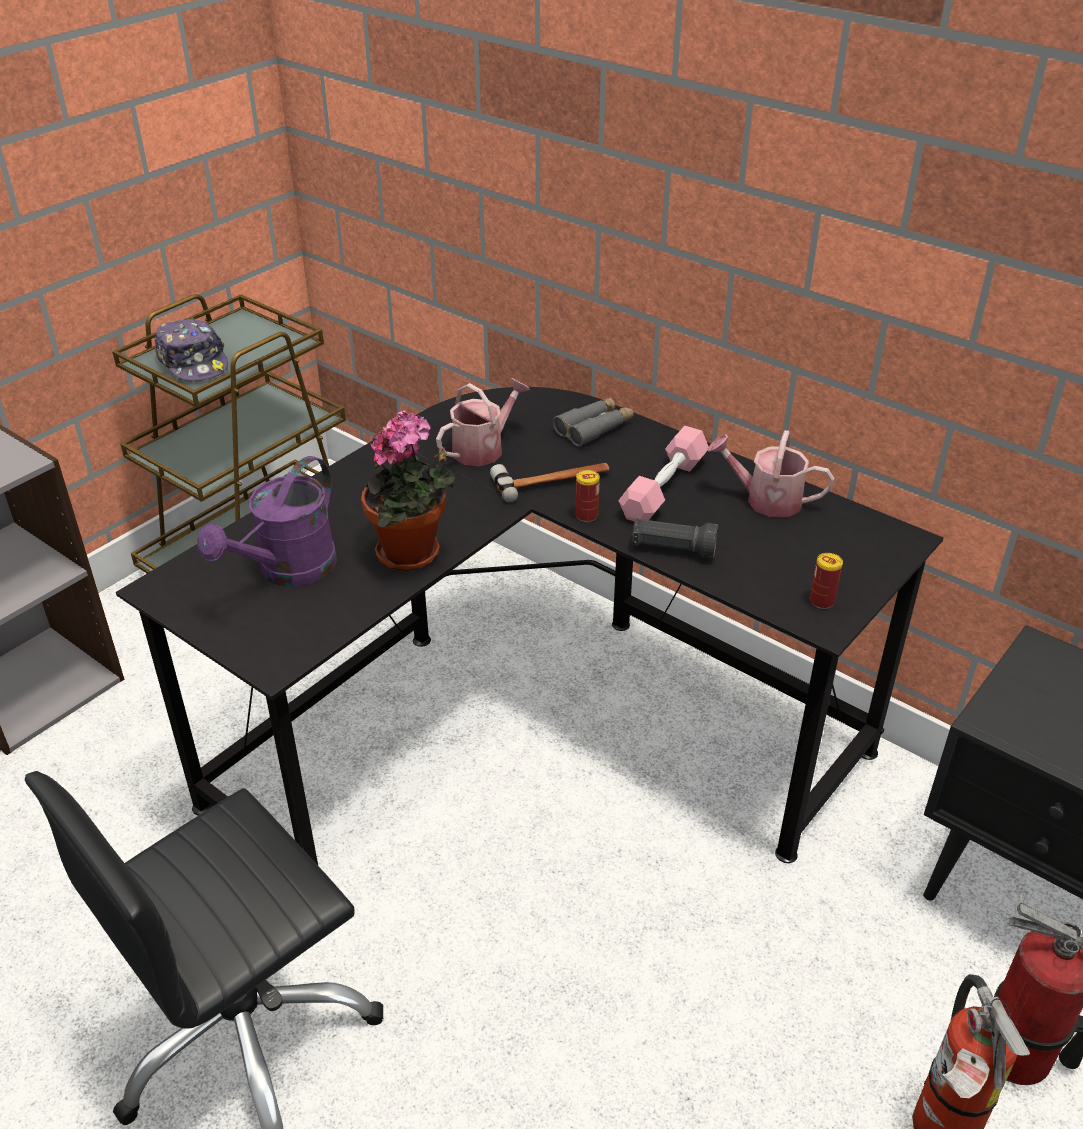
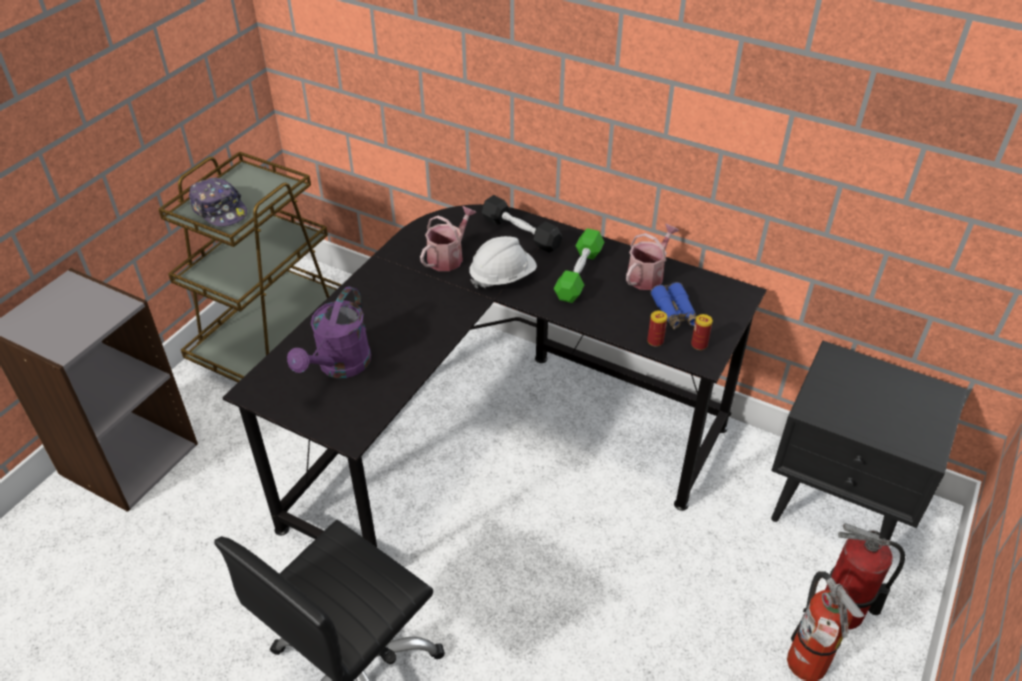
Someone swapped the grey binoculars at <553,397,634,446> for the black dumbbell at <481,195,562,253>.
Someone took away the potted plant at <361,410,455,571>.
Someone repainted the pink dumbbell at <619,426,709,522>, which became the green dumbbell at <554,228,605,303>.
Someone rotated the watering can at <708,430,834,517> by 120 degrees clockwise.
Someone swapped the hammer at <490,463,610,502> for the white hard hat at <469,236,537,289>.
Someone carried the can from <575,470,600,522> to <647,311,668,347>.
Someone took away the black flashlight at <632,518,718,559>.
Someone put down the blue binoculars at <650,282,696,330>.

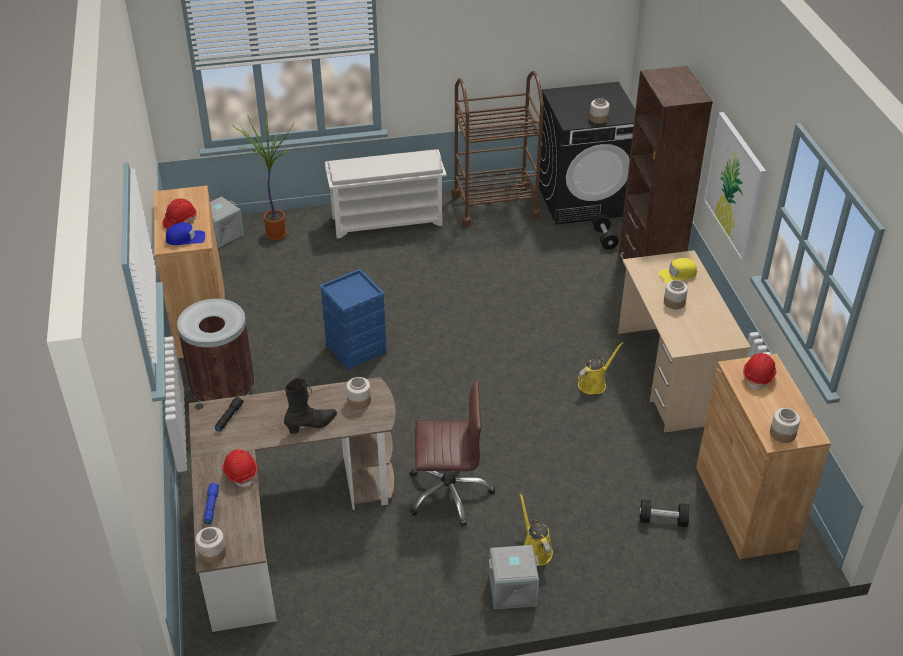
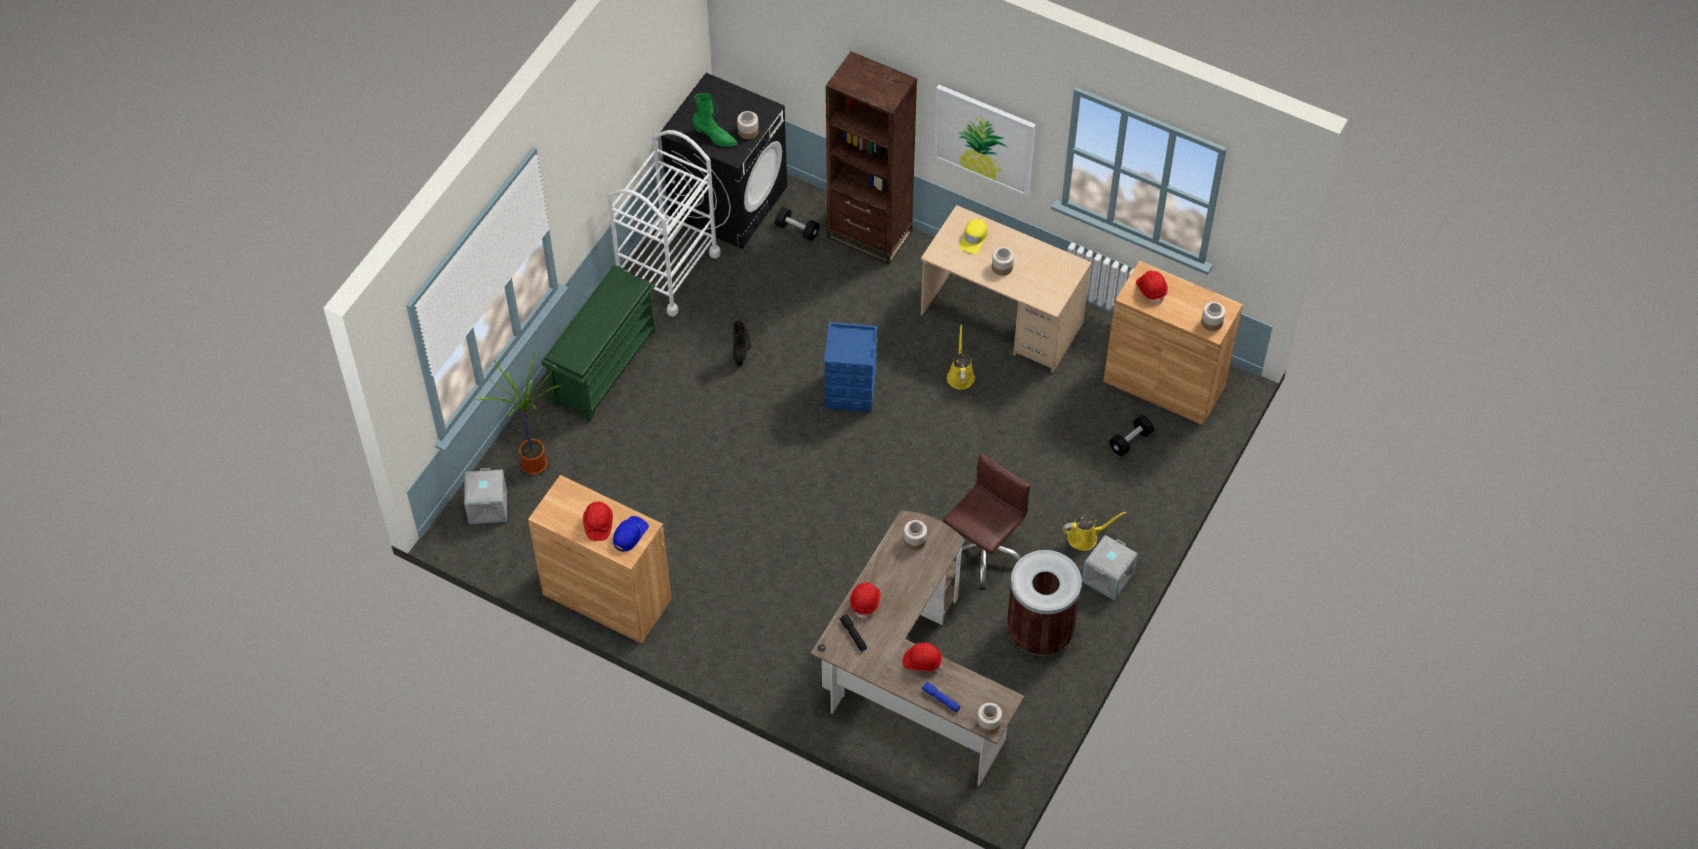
Someone repainted the brown cart at <452,71,544,227>, which became the white cart at <607,130,721,317>.
Someone repainted the white shoe rack at <325,149,447,238>, which became the green shoe rack at <541,264,655,422>.
Someone carried the blue storage box from <320,269,387,370> to <824,322,877,412>.
Someone carried the brown trash can from <177,299,255,401> to <1006,550,1082,655>.
Someone carried the black boot from <284,378,337,434> to <732,320,751,366>.
Someone rotated the yellow watering can at <519,493,553,566> by 150 degrees clockwise.
Someone put down the green boot at <693,93,737,147>.
Someone put down the red hard hat at <850,582,881,619>.

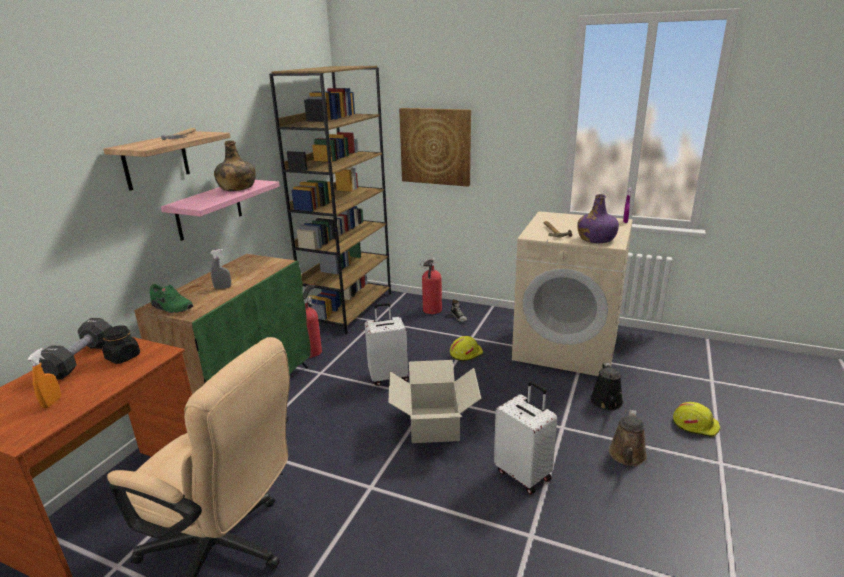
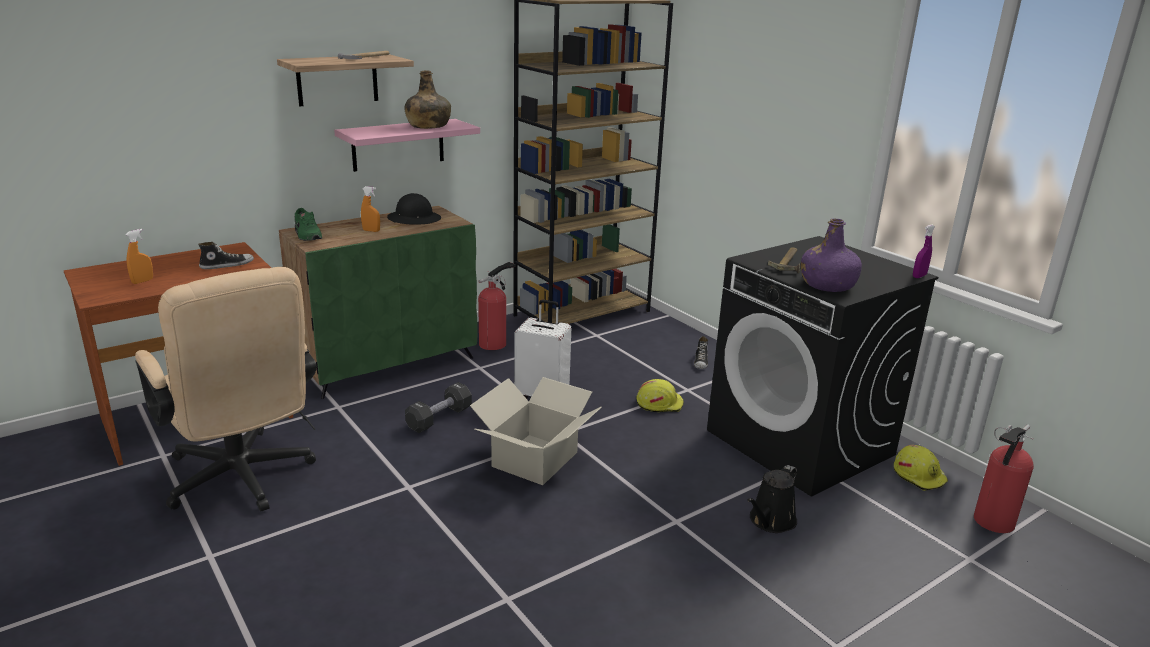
Someone took away the picture at <399,108,471,187>.
Someone repainted the beige washing machine at <512,211,633,376>, which became the black washing machine at <707,236,938,497>.
Someone repainted the grey spray bottle at <210,249,231,289>, which became the orange spray bottle at <361,186,380,232>.
Someone carried the fire extinguisher from <420,258,442,314> to <974,425,1034,533>.
Someone carried the black dumbbell from <39,318,112,380> to <405,382,472,433>.
Someone swapped the black jar at <102,325,140,364> for the shoe at <198,242,254,269>.
Someone took away the white suitcase at <494,382,557,494>.
Someone carried the yellow hard hat from <673,402,720,437> to <894,445,948,491>.
Someone took away the brown watering can at <609,410,647,466>.
Someone put down the black hard hat at <387,193,441,225>.

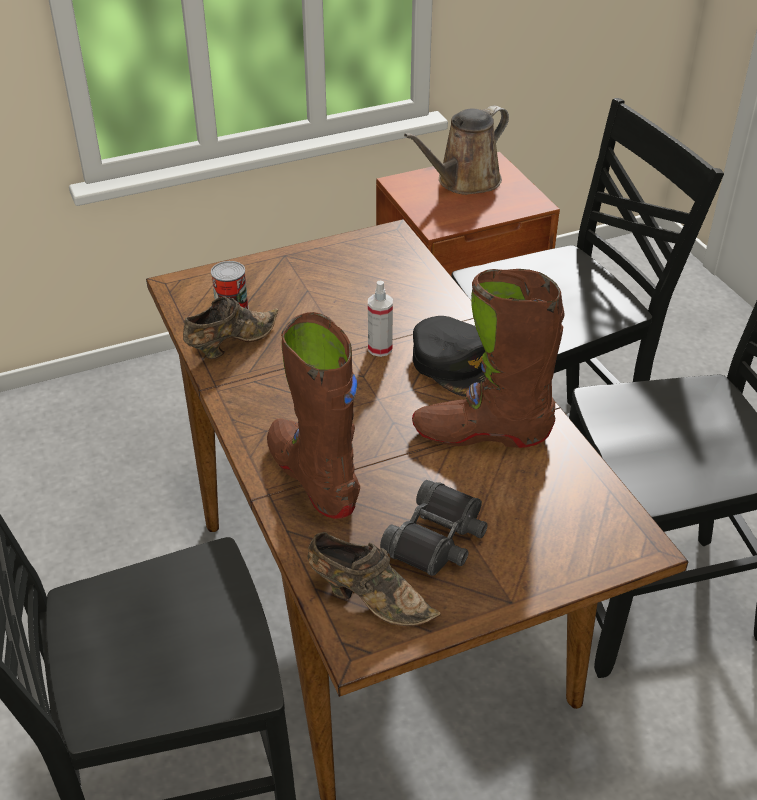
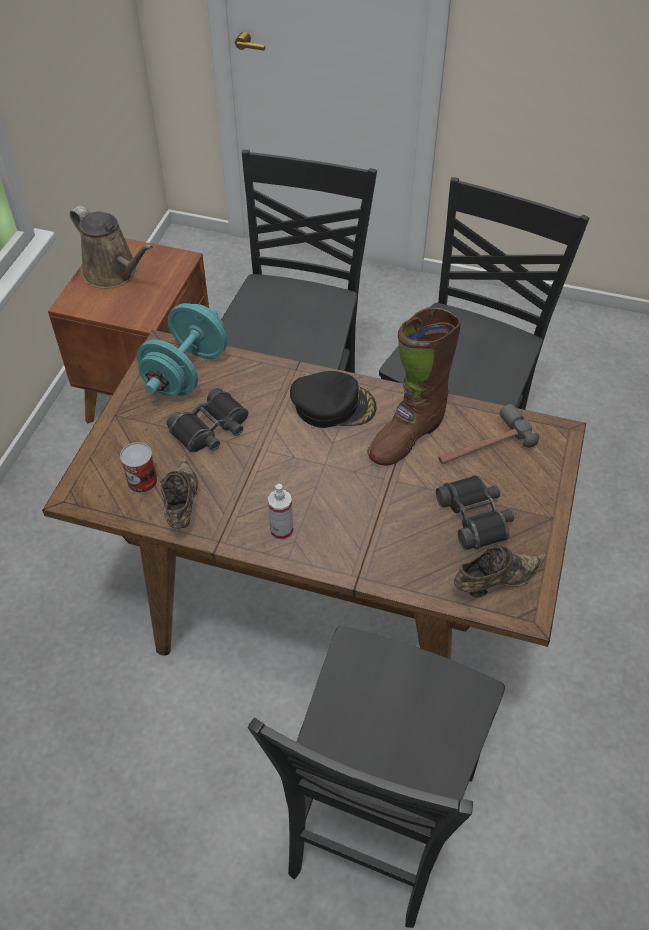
Someone rotated the brown watering can at <404,106,509,195> by 45 degrees counterclockwise.
Someone carried the spray bottle from <368,281,393,357> to <268,484,293,541>.
Someone took away the brown boot at <267,312,360,519>.
Someone put down the turquoise dumbbell at <137,303,227,396>.
Someone put down the black binoculars at <167,388,248,452>.
Someone put down the hammer at <438,404,539,464>.

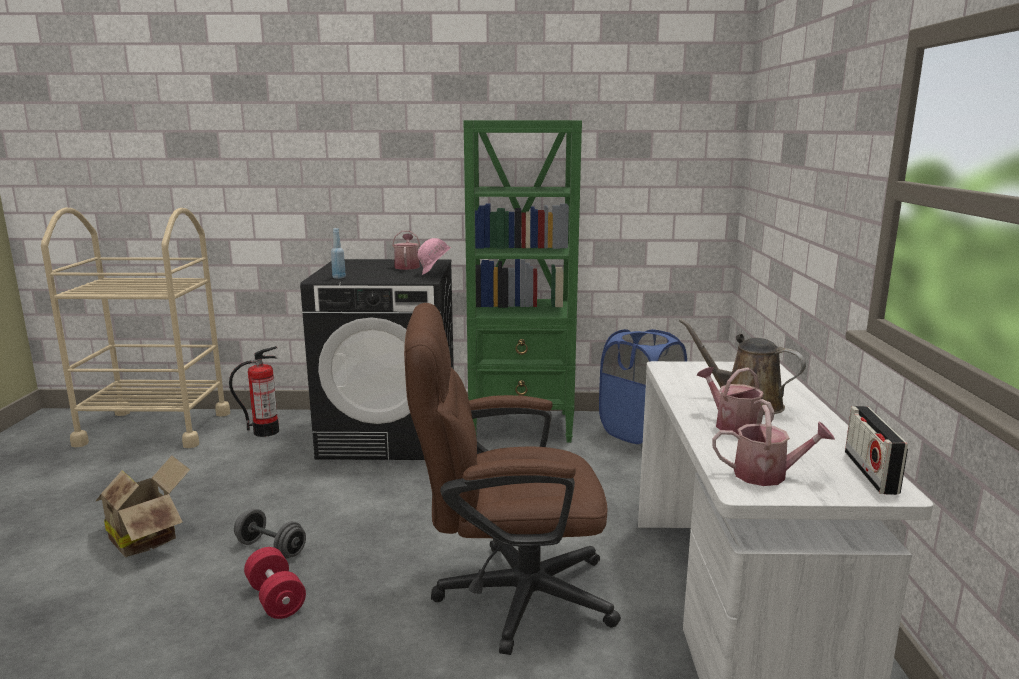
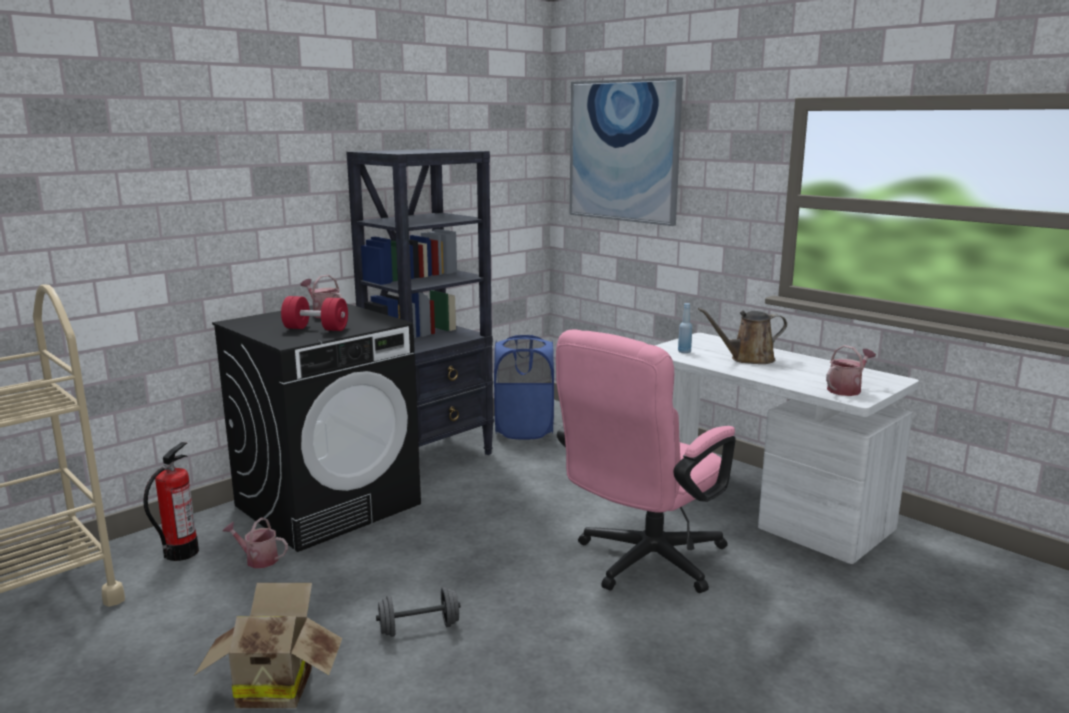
Someone repainted the green bookcase at <463,120,582,443>, which became the black bookcase at <346,149,494,455>.
Someone carried the blue bottle from <331,228,346,279> to <678,303,692,353>.
Someone took away the pink hard hat at <418,238,451,275>.
Someone repainted the brown office chair at <404,303,621,655>, which became the pink office chair at <556,330,736,593>.
Someone carried the watering can from <697,367,775,435> to <222,517,288,568>.
Someone took away the radio at <845,406,908,495>.
Someone carried the red dumbbell from <244,547,306,619> to <281,296,348,331>.
Someone put up the picture at <570,77,683,226>.

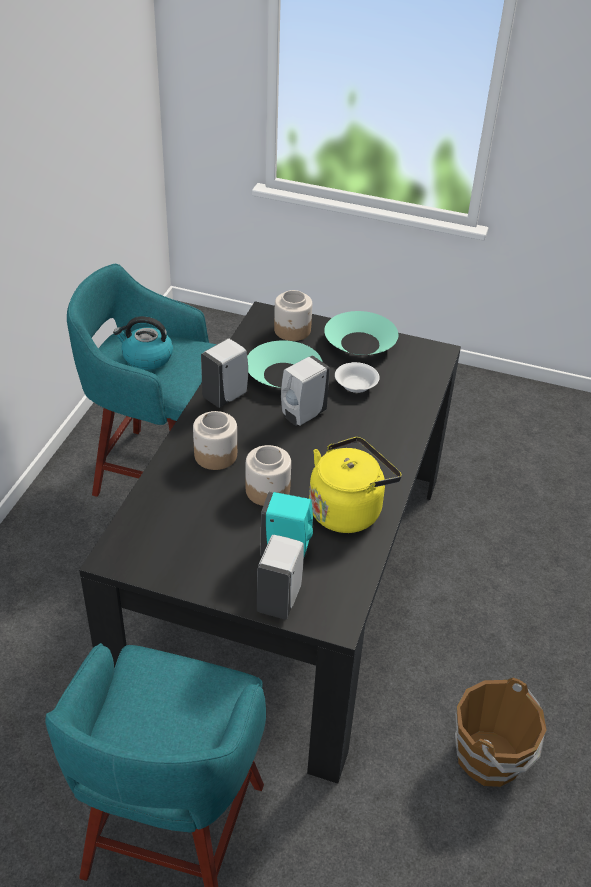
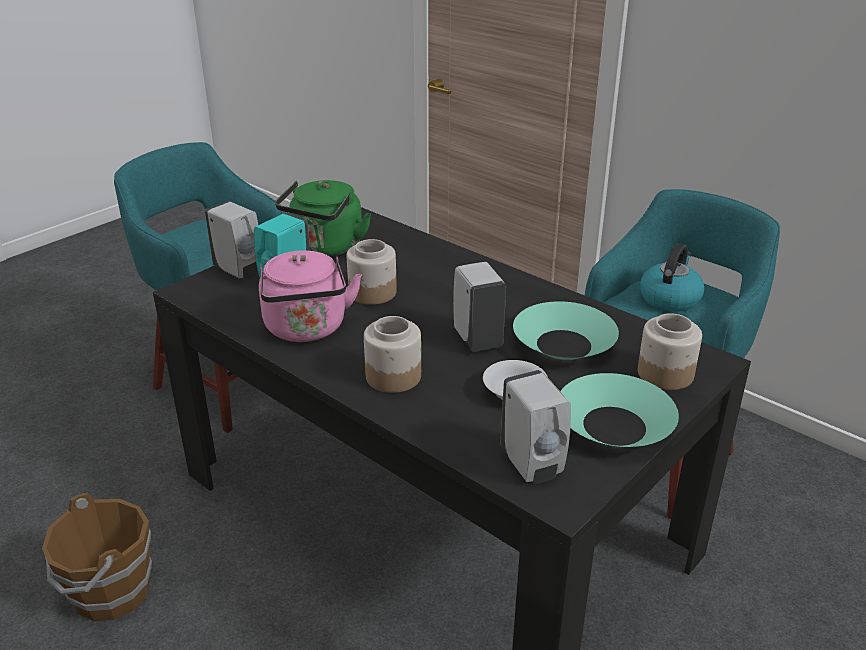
Someone carried the white soap dispenser from <201,338,248,408> to <500,370,571,484>.
Someone carried the jar from <193,411,237,470> to <364,316,421,393>.
Someone repainted the yellow kettle at <309,437,402,533>, which became the pink kettle at <259,250,362,342>.
Someone put down the green kettle at <275,180,371,256>.

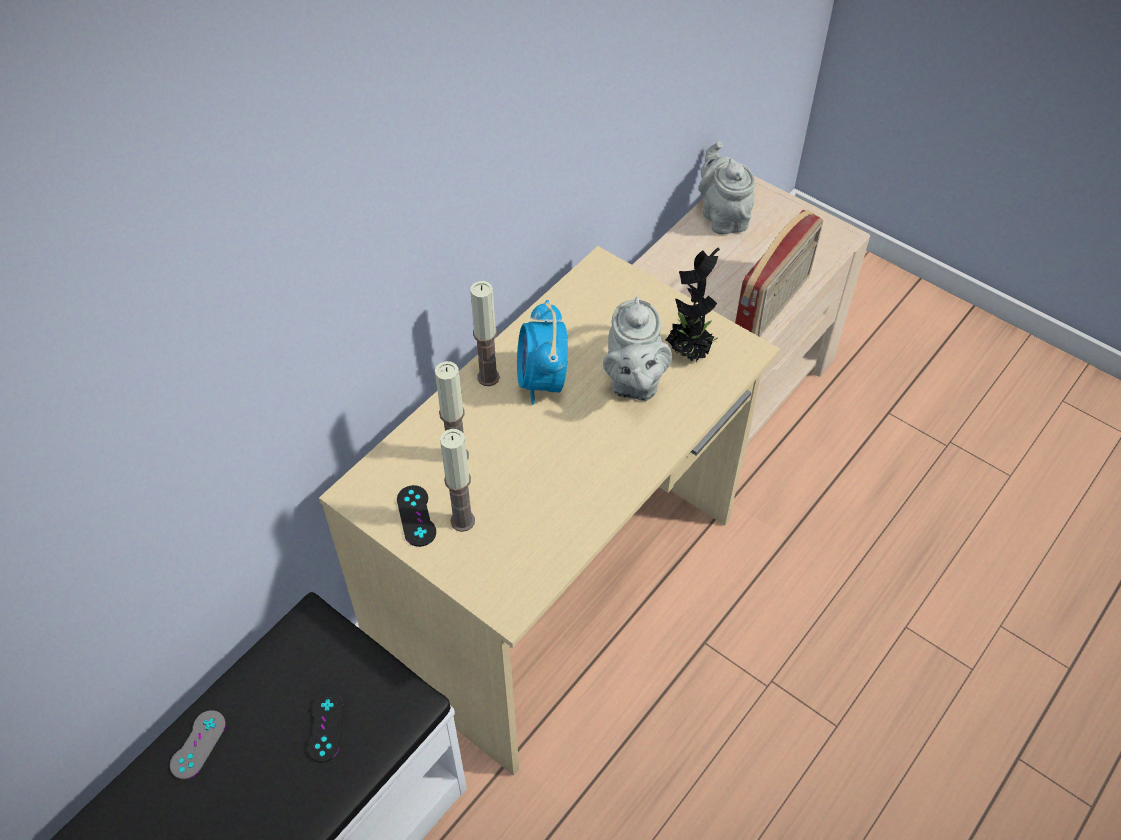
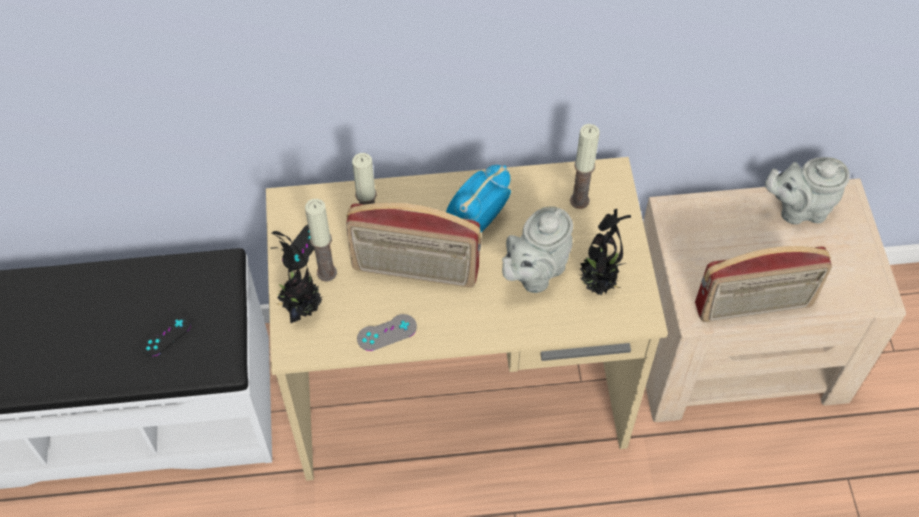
Someone rotated the grey teapot at <698,141,755,235> by 120 degrees counterclockwise.
Someone carried the candle from <470,281,500,386> to <570,124,600,209>.
Someone carried the grey game controller from <170,710,226,779> to <357,314,417,351>.
Someone put down the radio at <346,203,481,287>.
Someone put down the potted plant at <271,231,322,323>.

